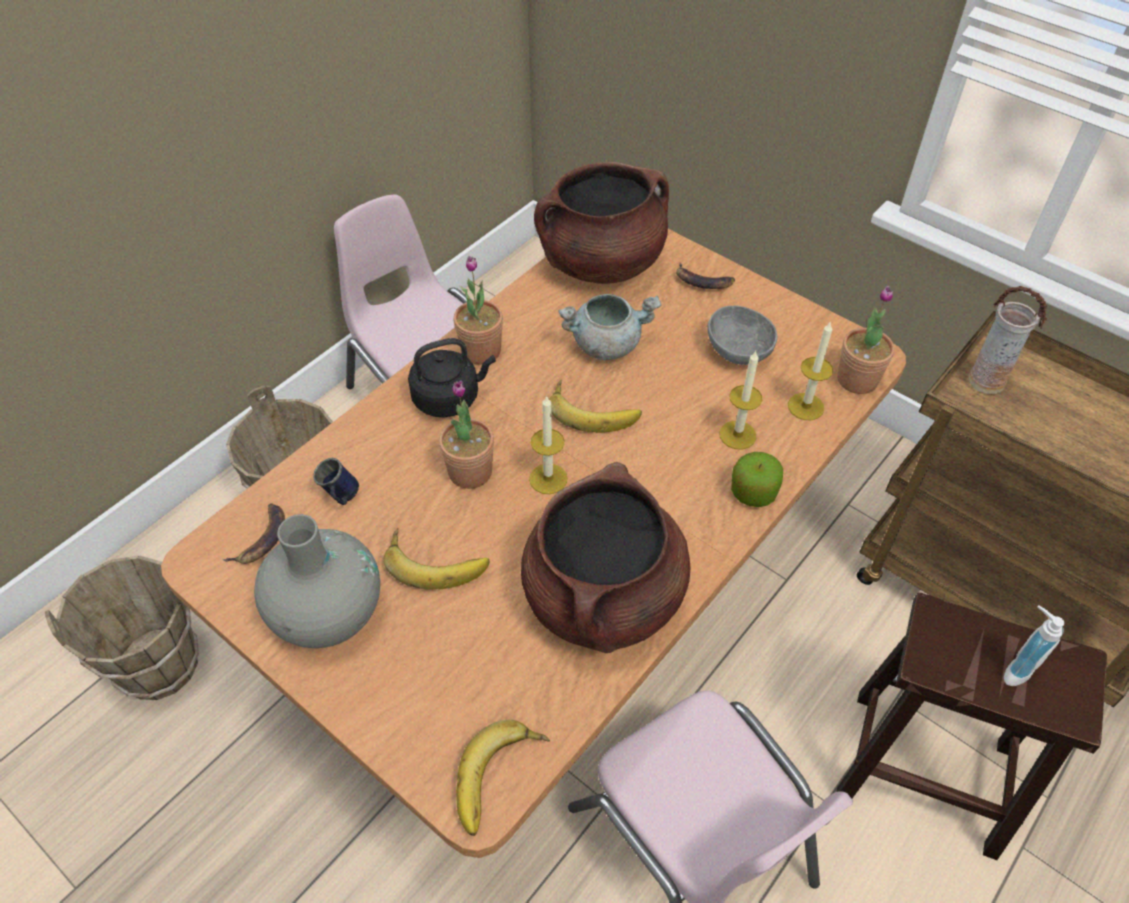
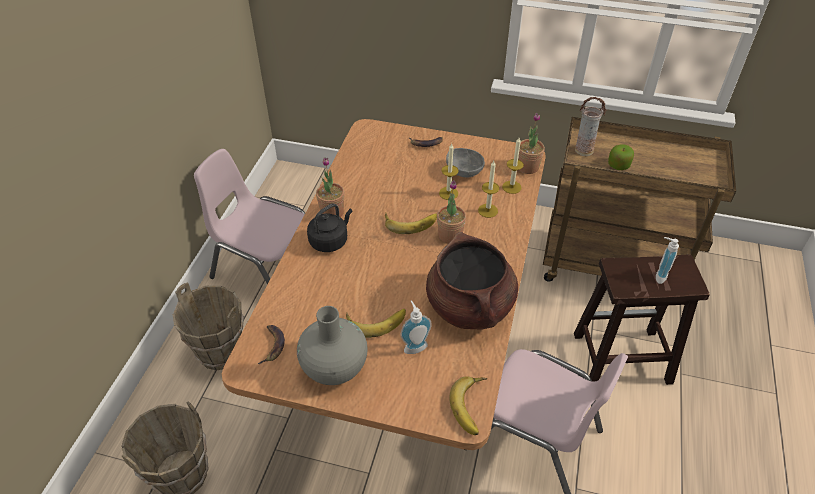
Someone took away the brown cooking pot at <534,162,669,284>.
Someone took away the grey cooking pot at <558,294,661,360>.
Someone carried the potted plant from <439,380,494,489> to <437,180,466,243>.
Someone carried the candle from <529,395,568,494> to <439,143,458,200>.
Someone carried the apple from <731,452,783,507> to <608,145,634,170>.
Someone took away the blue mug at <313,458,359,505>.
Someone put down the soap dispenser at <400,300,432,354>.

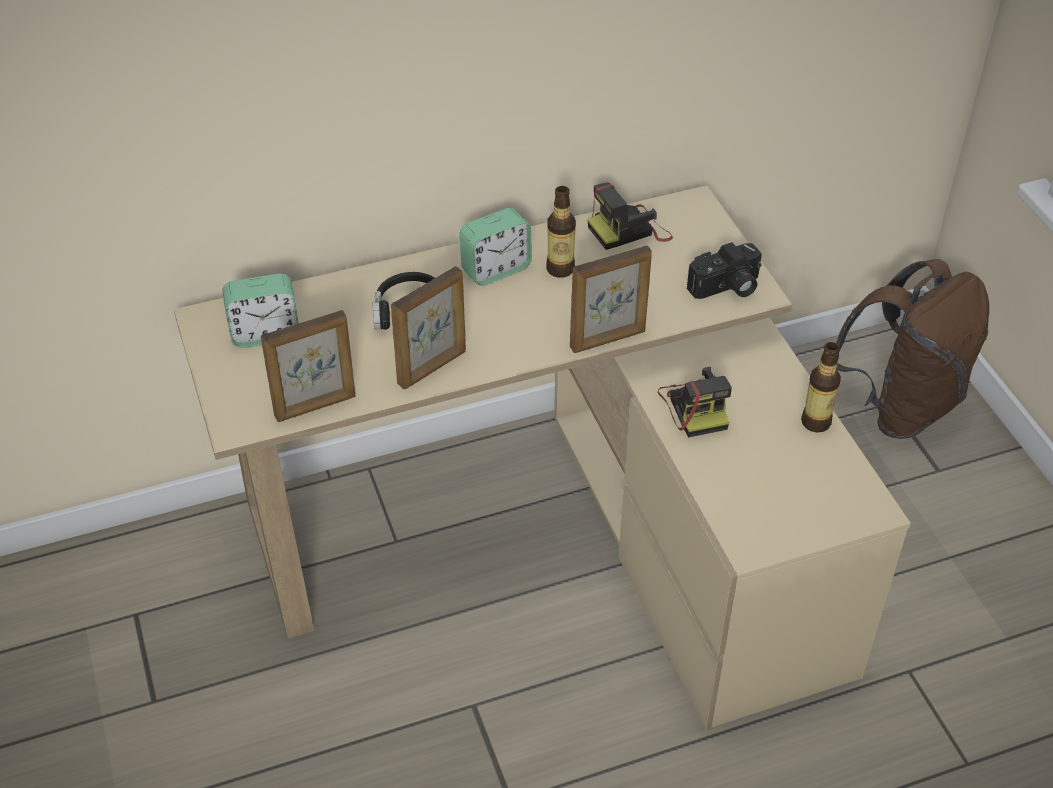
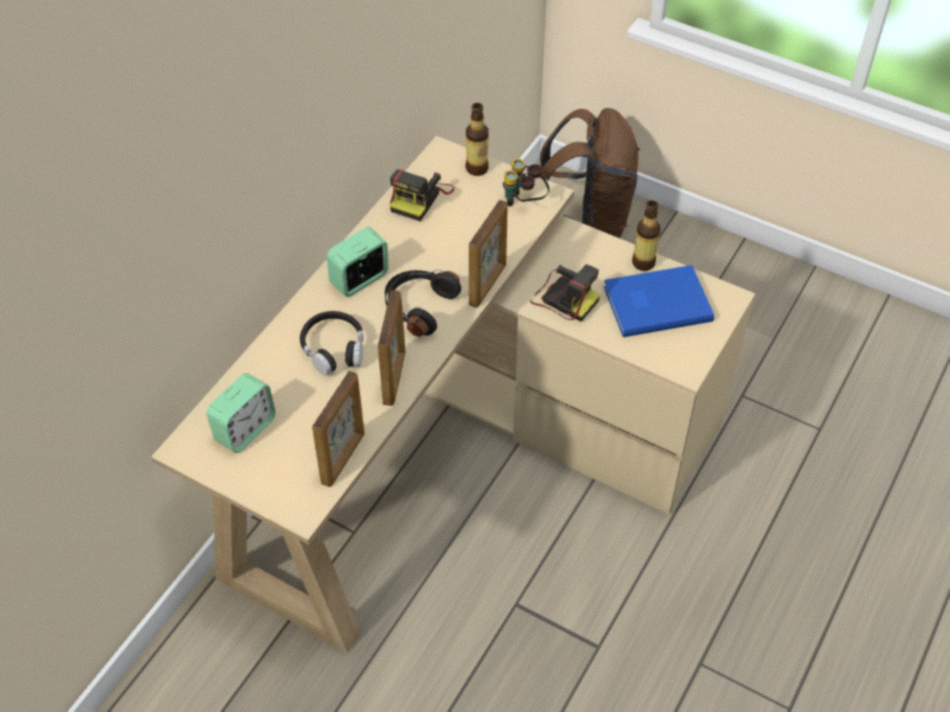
Someone carried the bottle from <546,186,576,278> to <466,103,489,176>.
Someone rotated the alarm clock at <459,208,532,286> by 150 degrees counterclockwise.
Someone swapped the photo camera at <687,242,762,299> for the binoculars at <503,159,549,206>.
Someone put down the blue book at <604,265,714,337>.
Someone put down the black headphones at <385,269,461,337>.

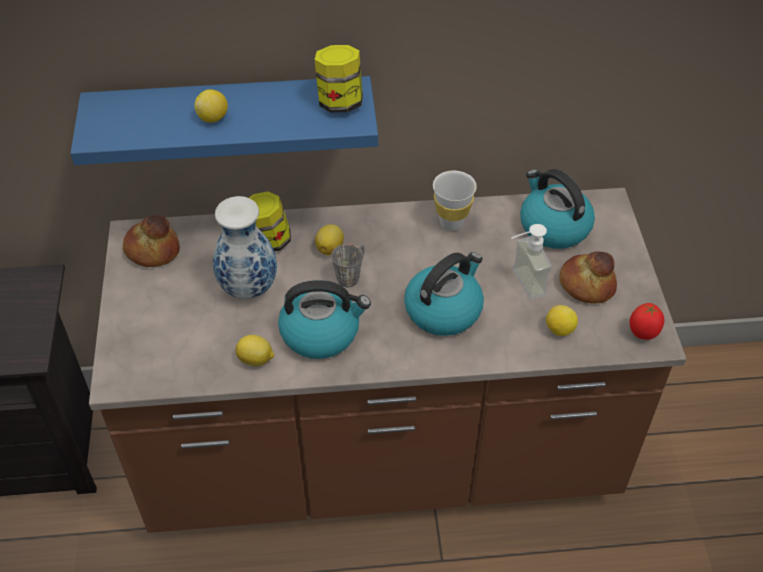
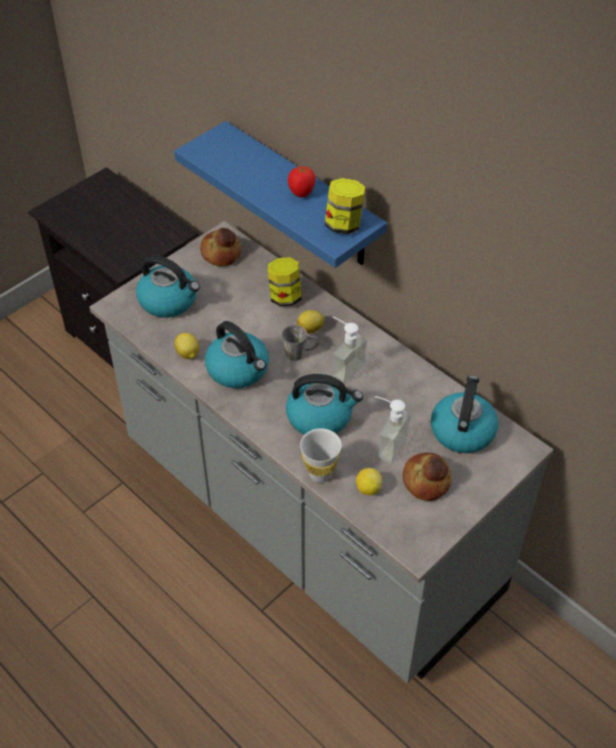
Someone took away the lemon at <194,89,228,123>.
Someone carried the white cup from <433,171,477,231> to <300,428,342,483>.
Someone repainted the brown counter at <89,188,686,533>, which became the grey counter at <89,221,554,684>.
Someone took away the vase at <213,196,277,299>.
Someone carried the tomato from <630,303,665,340> to <288,166,316,198>.
Someone put down the kettle at <136,255,200,318>.
Someone put down the soap dispenser at <333,317,367,384>.

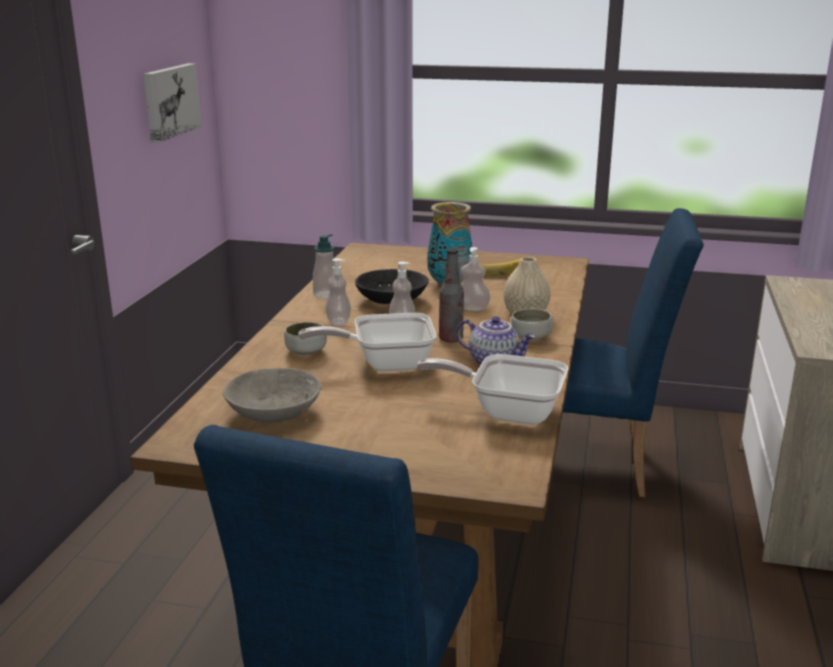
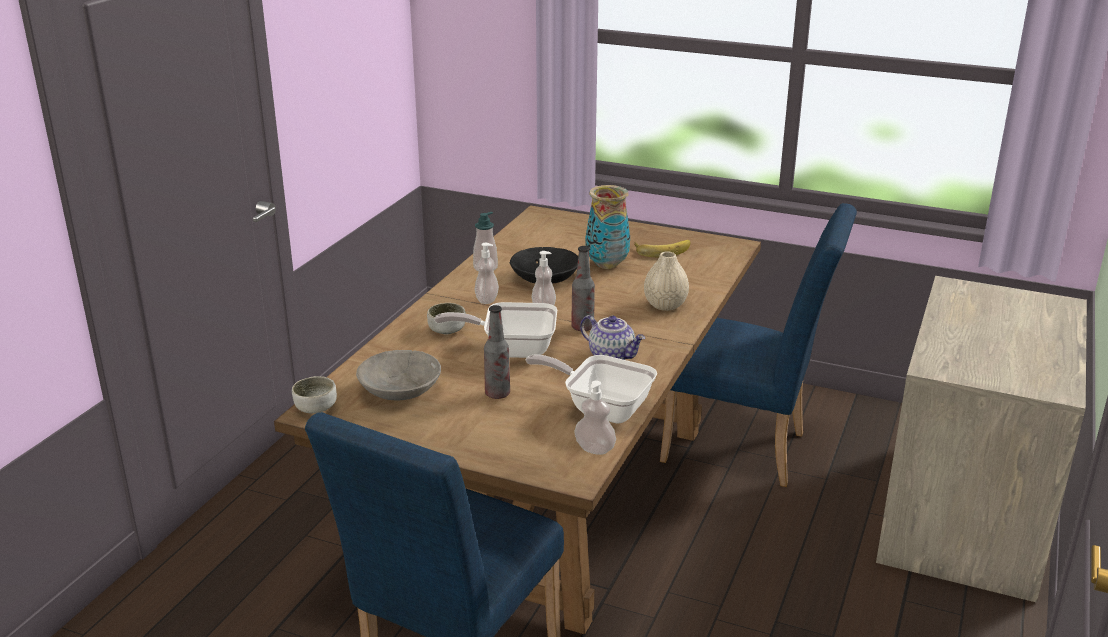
Someone took away the picture at <143,63,202,142>.
Someone carried the soap dispenser from <461,247,490,311> to <574,381,616,455>.
Someone carried the bowl from <511,308,553,341> to <292,376,337,413>.
Someone put down the bottle at <484,305,510,399>.

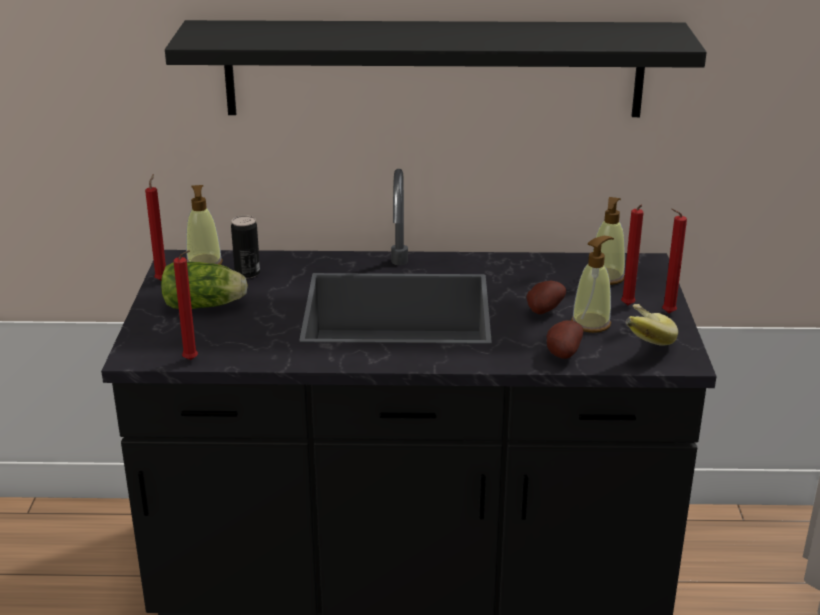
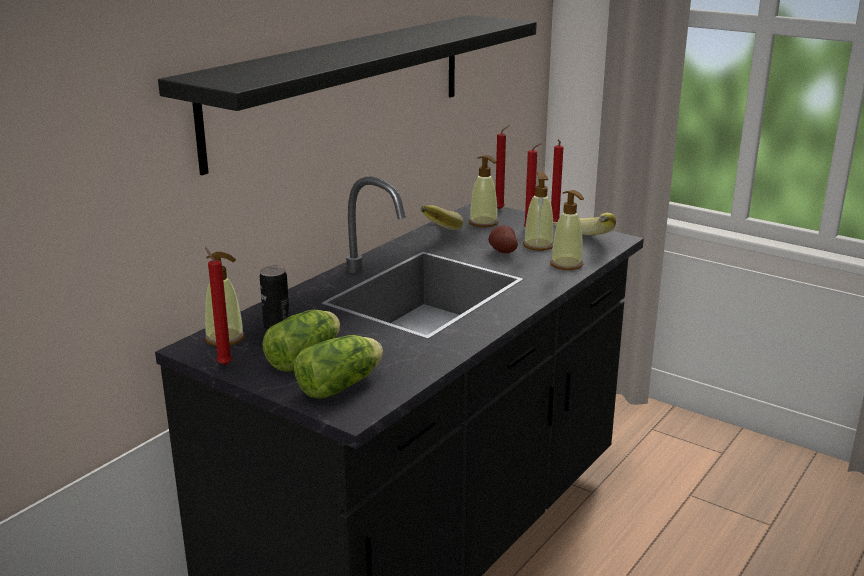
Someone carried the red candle from <173,250,198,360> to <496,125,510,210>.
Someone swapped the potato at <546,320,583,359> for the soap dispenser at <550,190,584,270>.
Someone put down the banana at <421,205,463,230>.
Someone put down the lettuce at <294,335,383,398>.

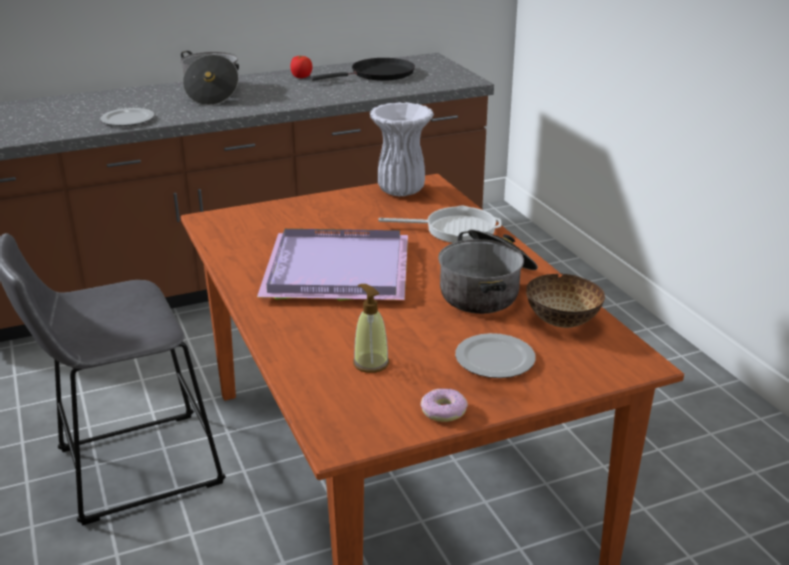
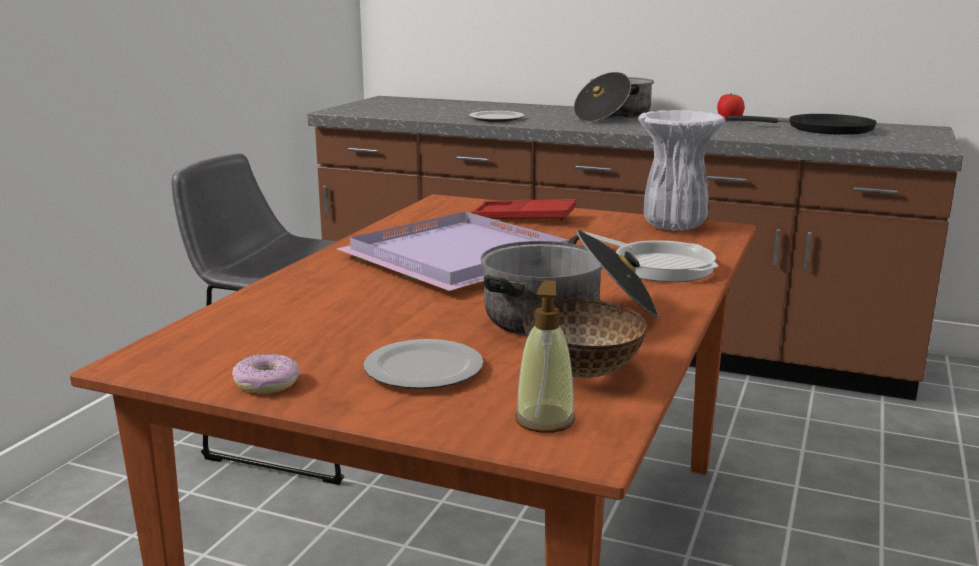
Someone carried the soap dispenser from <353,284,389,373> to <515,280,575,433>.
Someone put down the red tray at <471,199,576,221>.

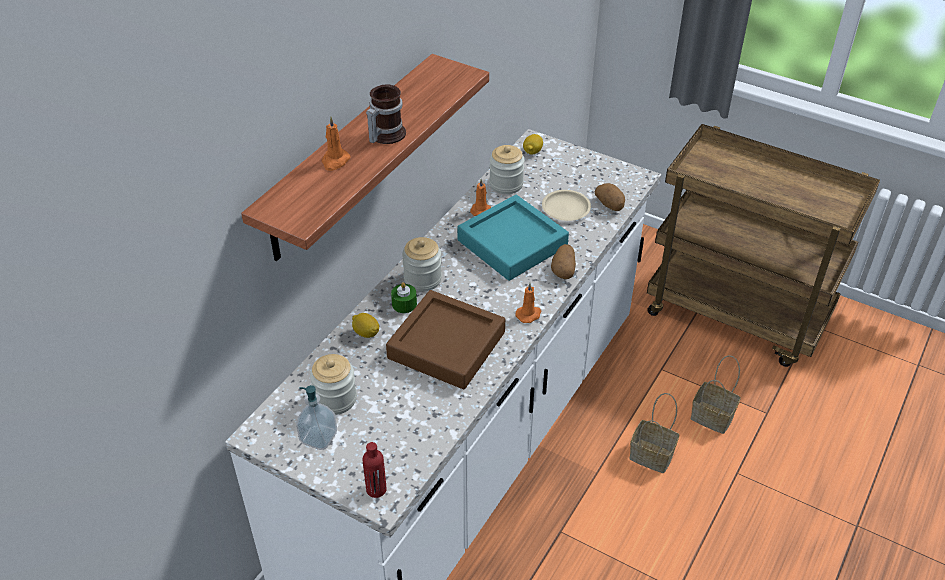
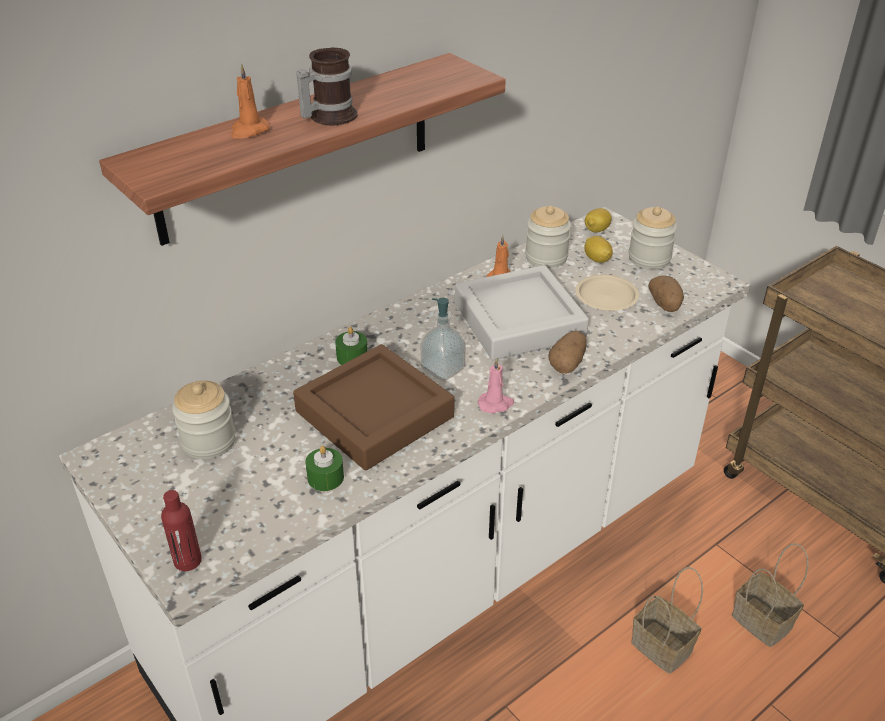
Someone repainted the turquoise tray at <457,195,569,281>, which became the grey tray at <455,265,589,360>.
Someone carried the jar from <402,237,442,292> to <629,207,677,269>.
Someone repainted the orange candle at <516,283,541,323>, which became the pink candle at <478,358,514,414>.
Someone carried the lemon from <352,313,379,338> to <584,236,613,263>.
Someone carried the soap dispenser from <296,385,337,450> to <420,298,466,381>.
Someone put down the green candle at <305,446,344,491>.

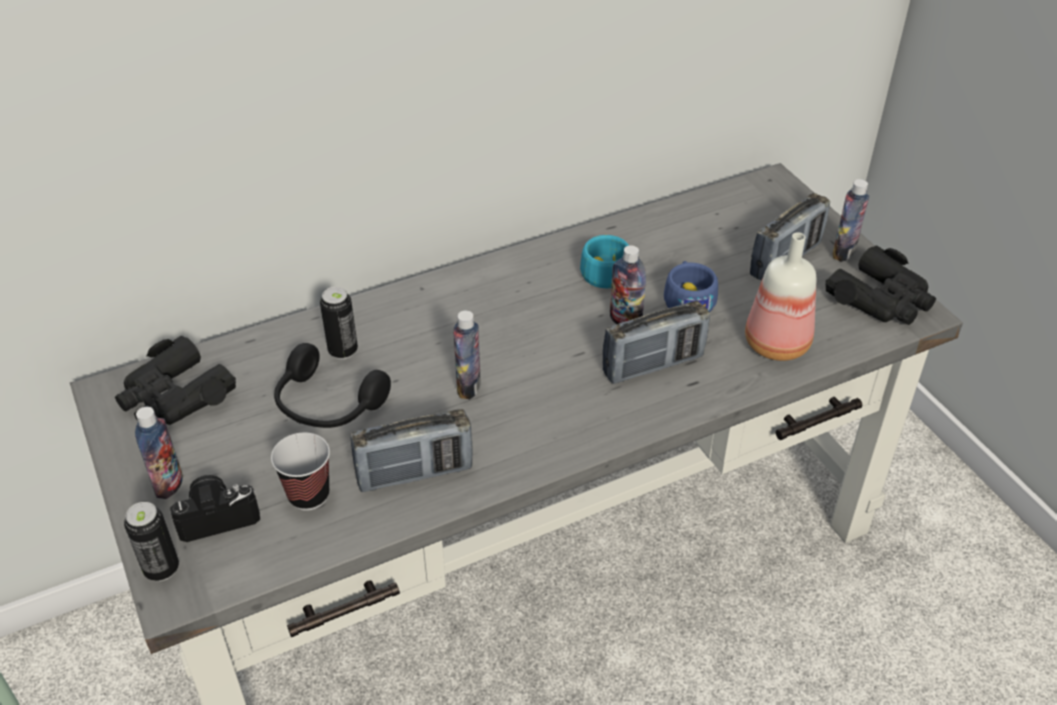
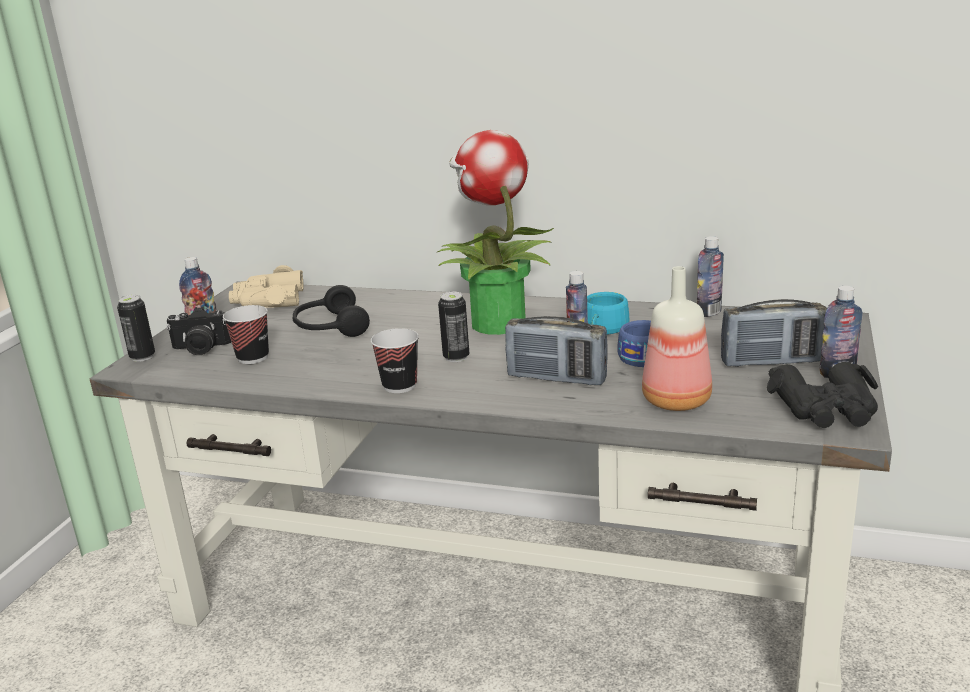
Someone carried the can from <320,287,358,359> to <438,292,469,362>.
Someone carried the bottle from <454,310,481,399> to <697,236,724,317>.
Someone repainted the black binoculars at <115,335,236,425>, which became the beige binoculars at <229,265,304,308>.
Someone took away the radio at <350,409,473,492>.
Someone rotated the photo camera at <170,475,260,542> by 150 degrees clockwise.
Someone put down the potted plant at <436,130,554,335>.
Someone put down the cup at <371,328,419,393>.

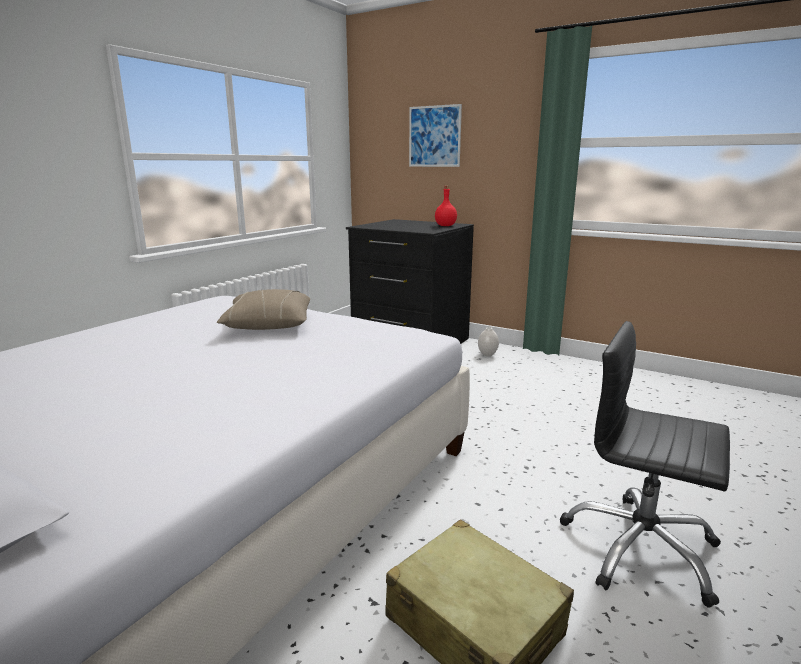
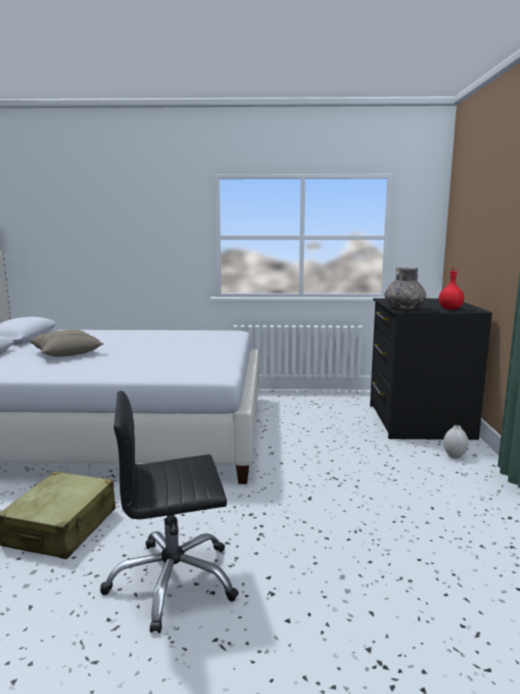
Someone took away the picture at <409,104,462,167>.
Someone carried the beige pillow from <217,289,310,330> to <29,329,104,357>.
Someone rotated the black office chair at <560,321,730,608> by 105 degrees counterclockwise.
Someone put down the grey vase at <384,267,426,309>.

